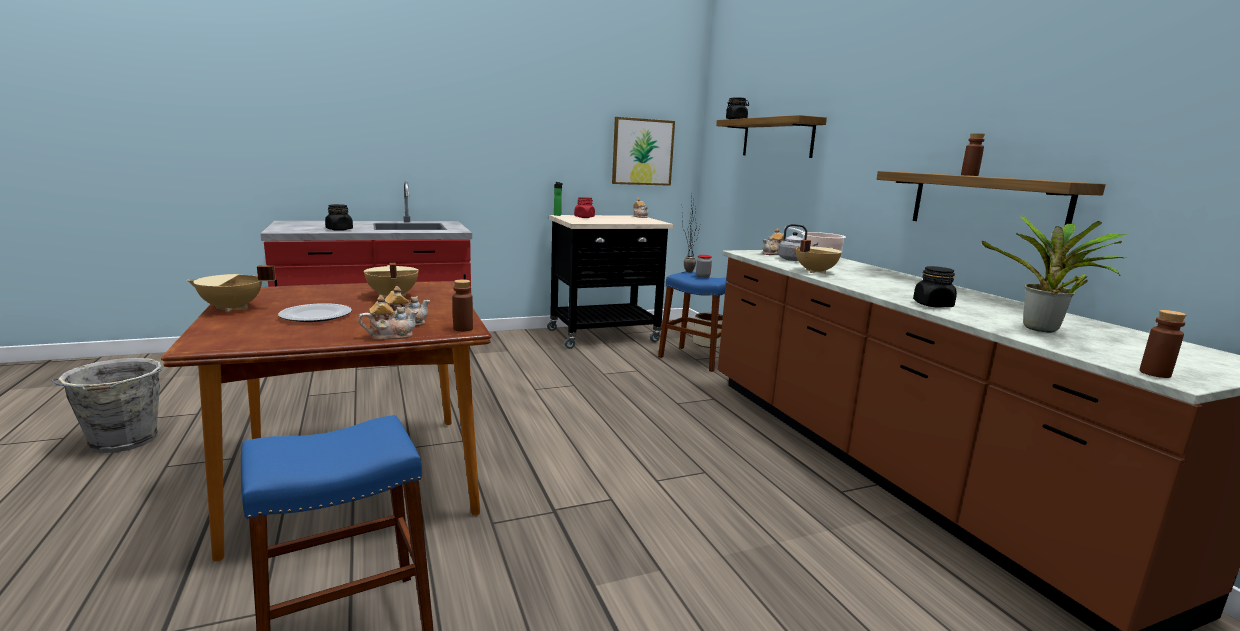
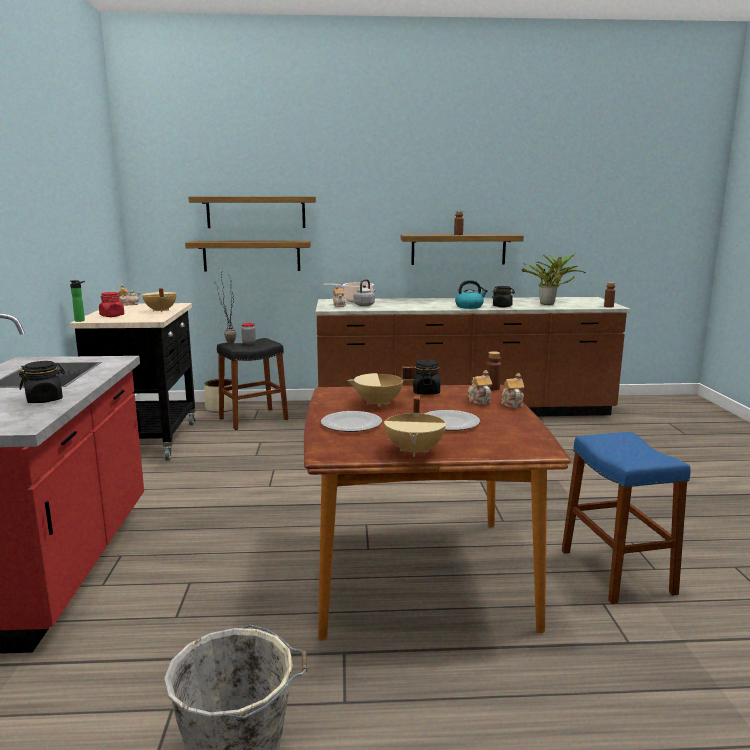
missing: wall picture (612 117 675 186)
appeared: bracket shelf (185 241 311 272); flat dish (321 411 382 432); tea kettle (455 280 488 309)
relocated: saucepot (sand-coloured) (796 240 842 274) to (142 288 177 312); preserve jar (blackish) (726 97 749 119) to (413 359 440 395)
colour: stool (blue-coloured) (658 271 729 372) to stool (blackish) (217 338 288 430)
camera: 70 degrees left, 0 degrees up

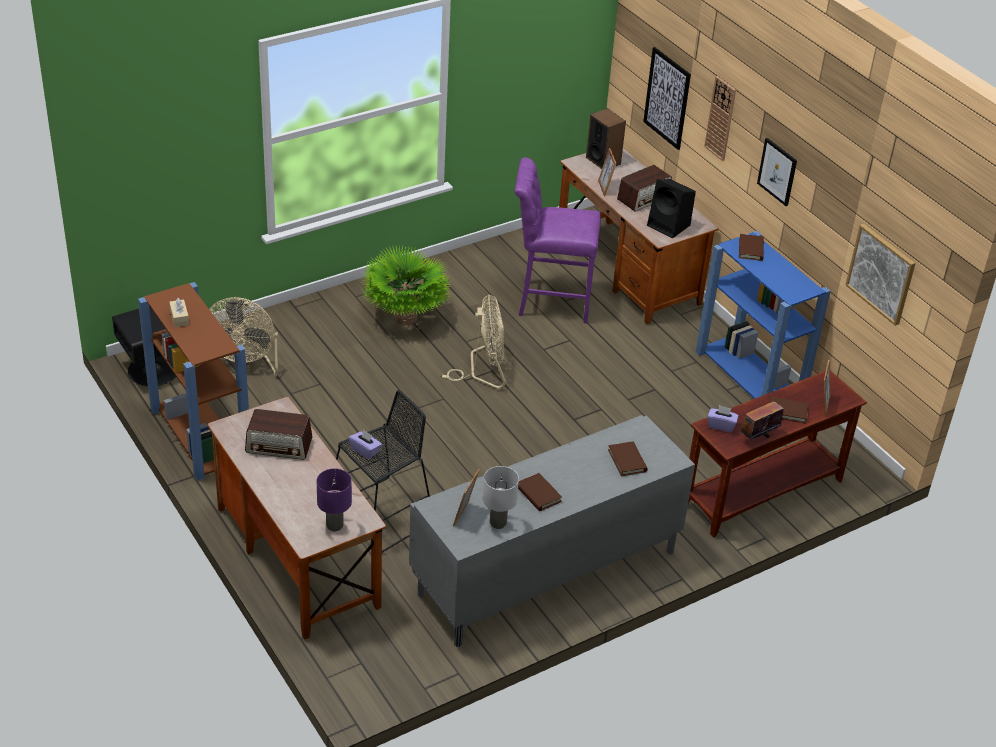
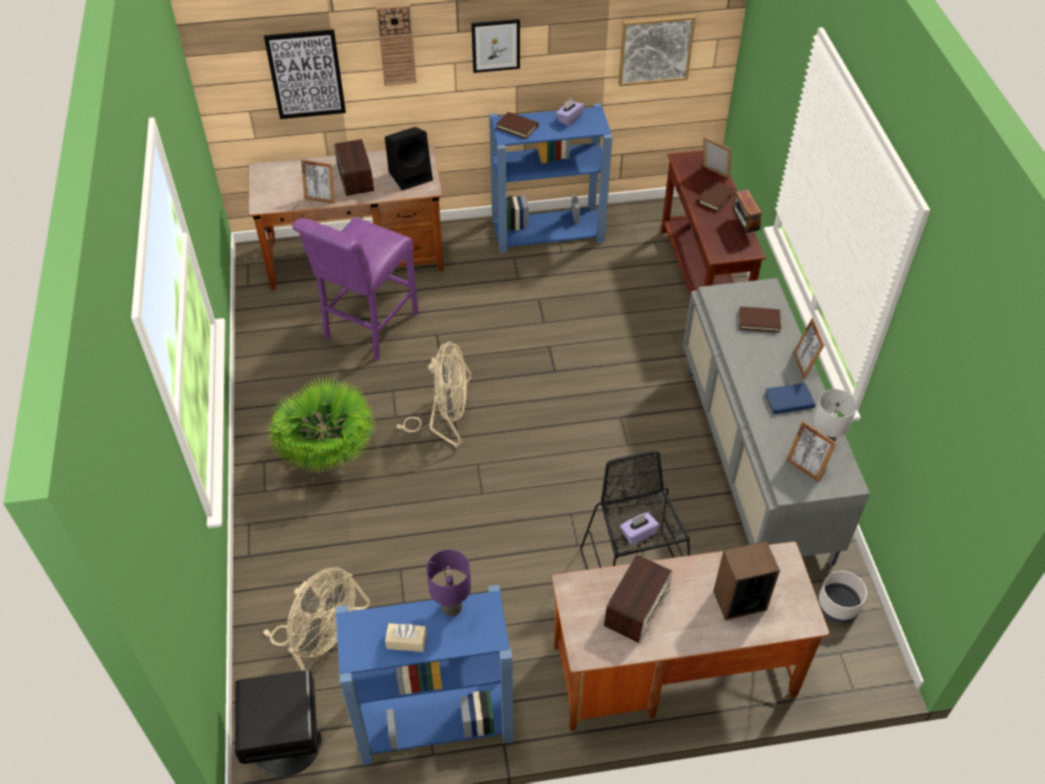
appeared: picture frame (793 318 825 380); planter (gray) (818 571 867 623)
relocated: table lamp (purplish) (317 468 352 532) to (426 550 471 616); tissue holder (purplish) (707 405 739 432) to (556 98 584 126); speaker (586 108 626 169) to (713 541 780 620)
colour: bookcase (brown-coloured) (138 282 249 481) to bookcase (blue-coloured) (336 584 514 765); bound book (brown-coloured) (518 473 562 511) to bound book (blue-coloured) (765 383 815 414)
spun: electric fan (sand-coloured) (440 295 505 391) = (396 342 472 448) 75 degrees clockwise
camera: 65 degrees left, 10 degrees up

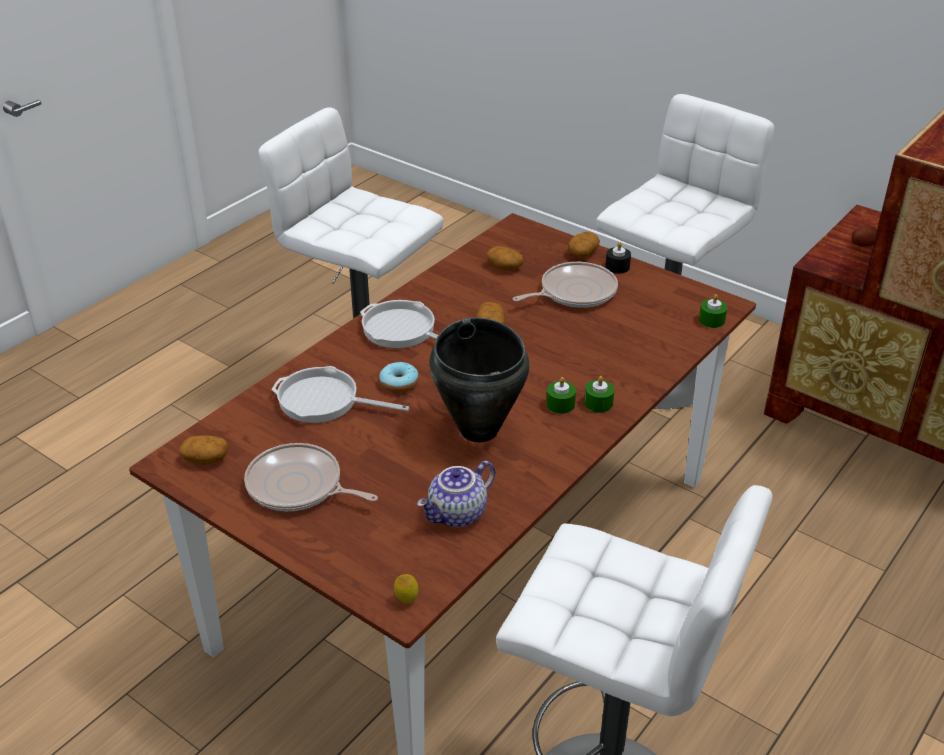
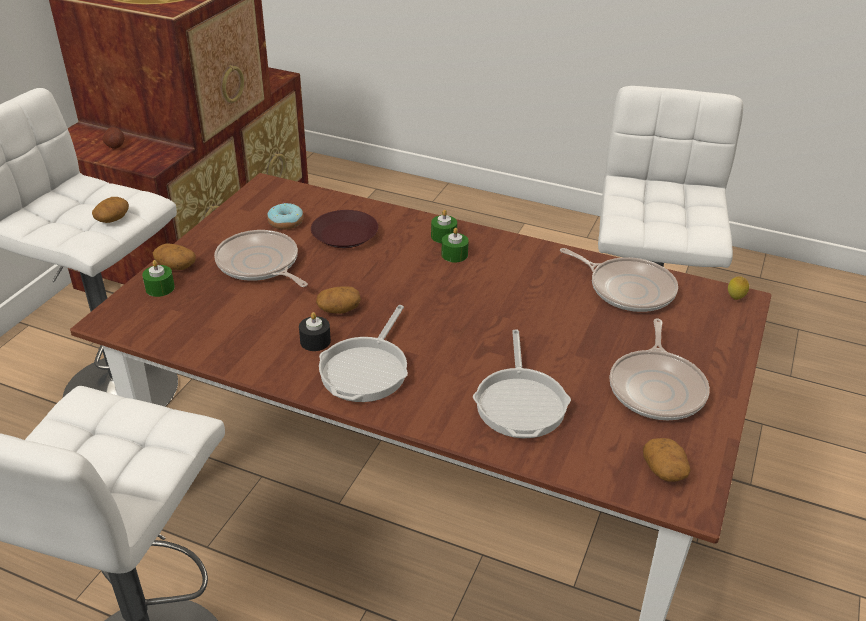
missing: saucepot (blackish) (429 317 530 442)
appeared: flat dish (brown-coloured) (311 210 378 248)
relocated: potato (487 246 524 270) to (92 197 129 223); wax light (green) (699 294 727 328) to (142 260 175 297); doughnut (379 362 419 393) to (267 203 303 230); wax light (blackish) (605 242 631 274) to (299 312 331 351)
exchanged: tea pot (417 461 495 527) to pan (560 248 678 312)
camera: 105 degrees left, 0 degrees up

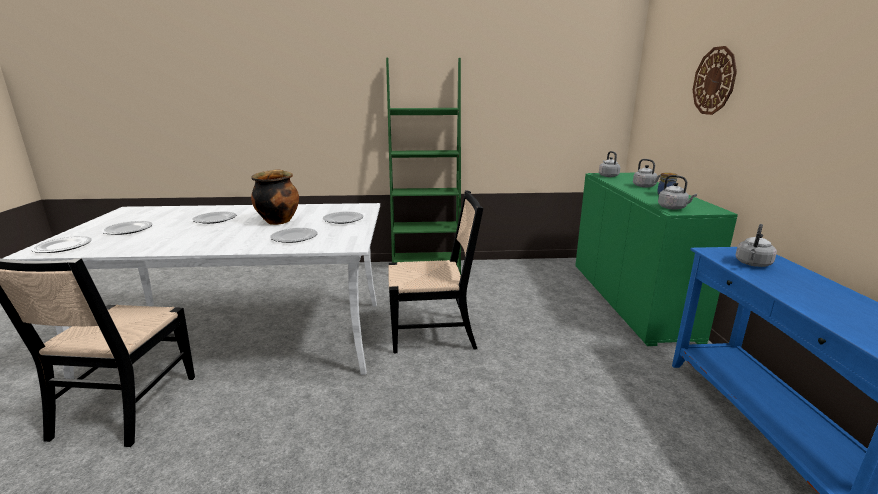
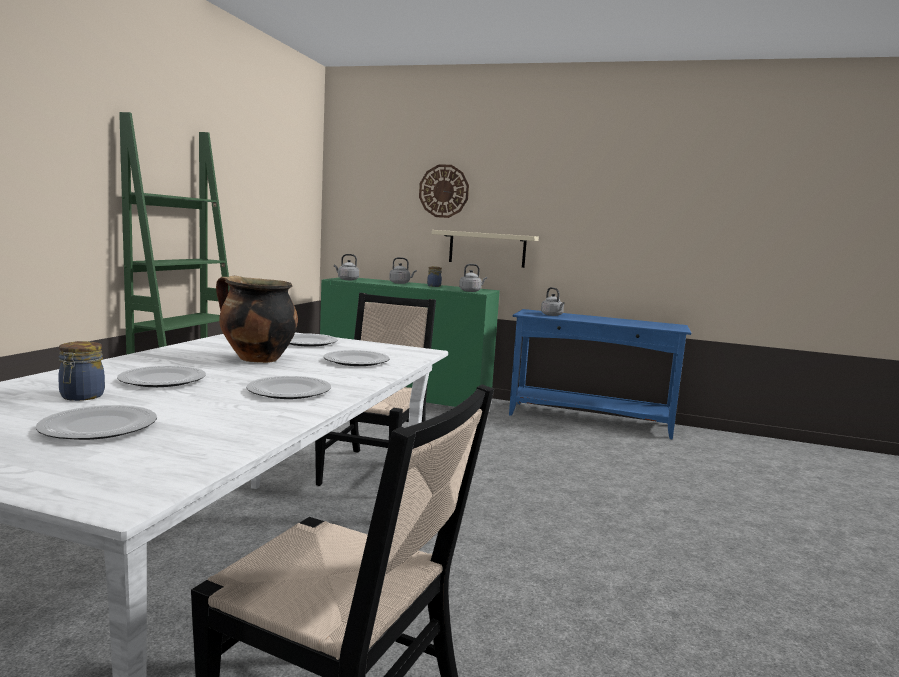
appeared: preserve jar (58 341 105 401); bracket shelf (sand-coloured) (432 230 539 268)
relocated: flat dish (31 236 92 253) to (246 376 331 399)
camera: 70 degrees left, 10 degrees down

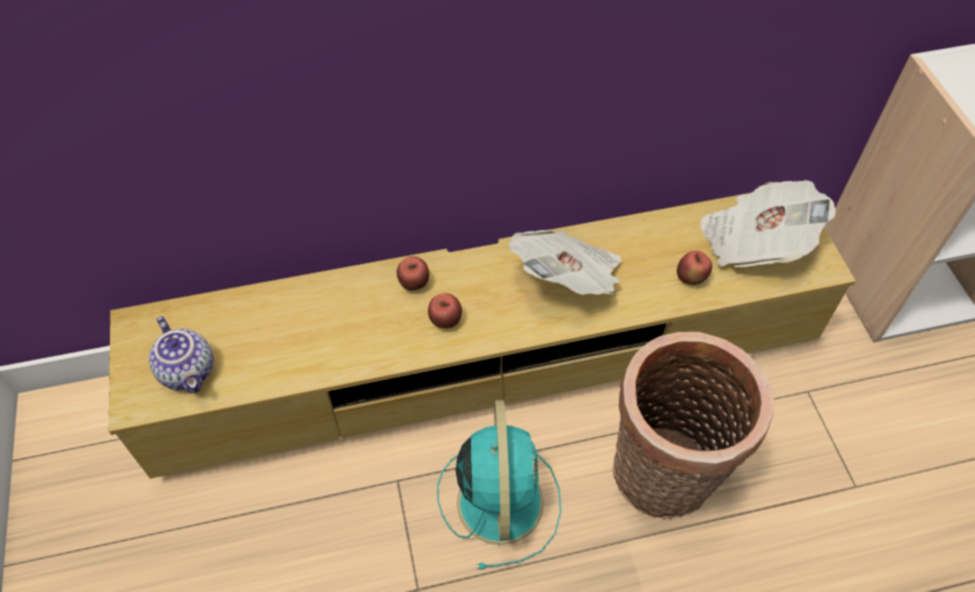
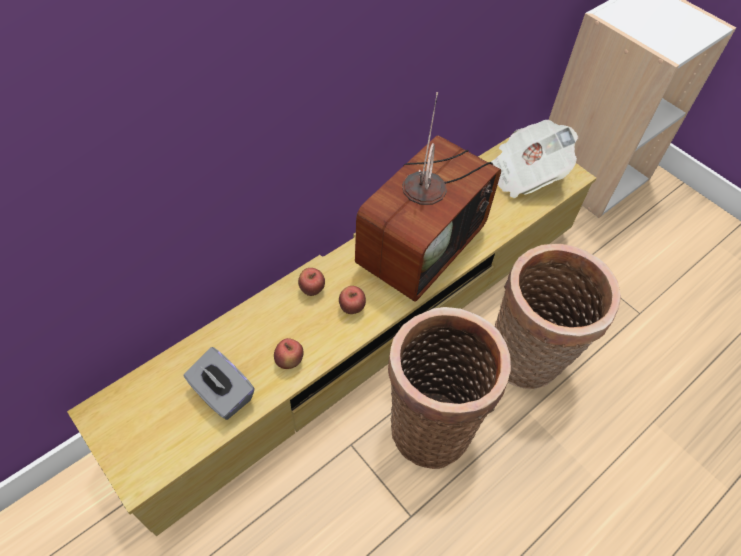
missing: tea pot (149 316 213 393)
appeared: tissue holder (gray) (184 347 255 420)
relocated: apple (677 251 712 285) to (274 338 304 369)
exchanged: daily paper (509 230 622 295) to television (355 92 501 301); electric fan (turquoise) (437 400 561 569) to household basket (388 307 511 469)
camera: 30 degrees left, 0 degrees up

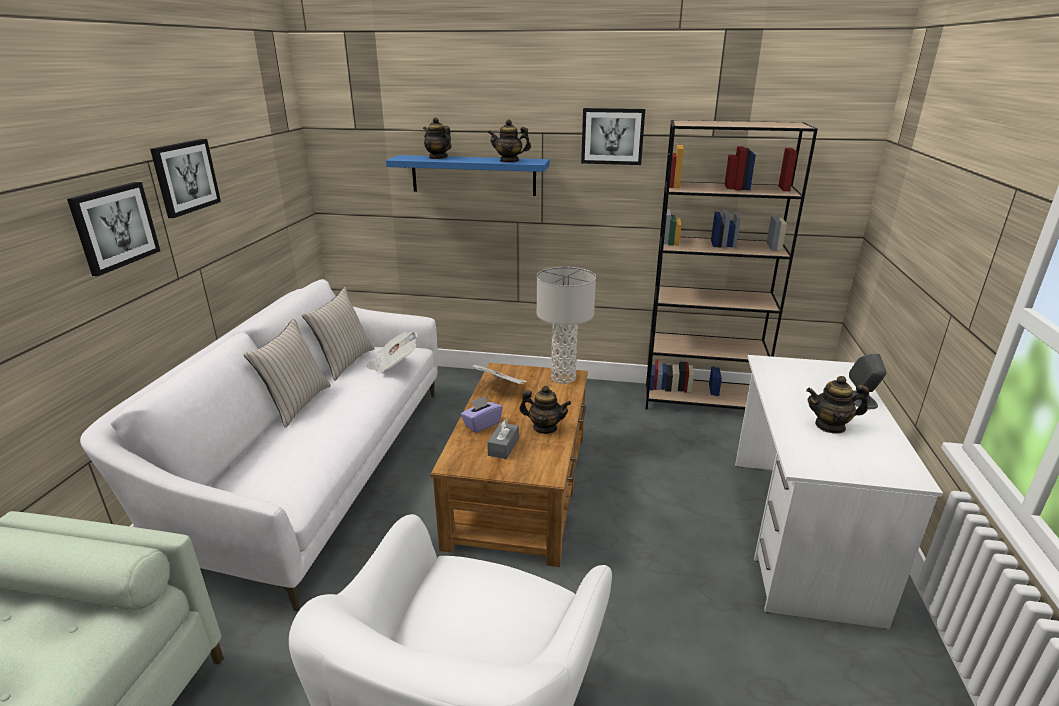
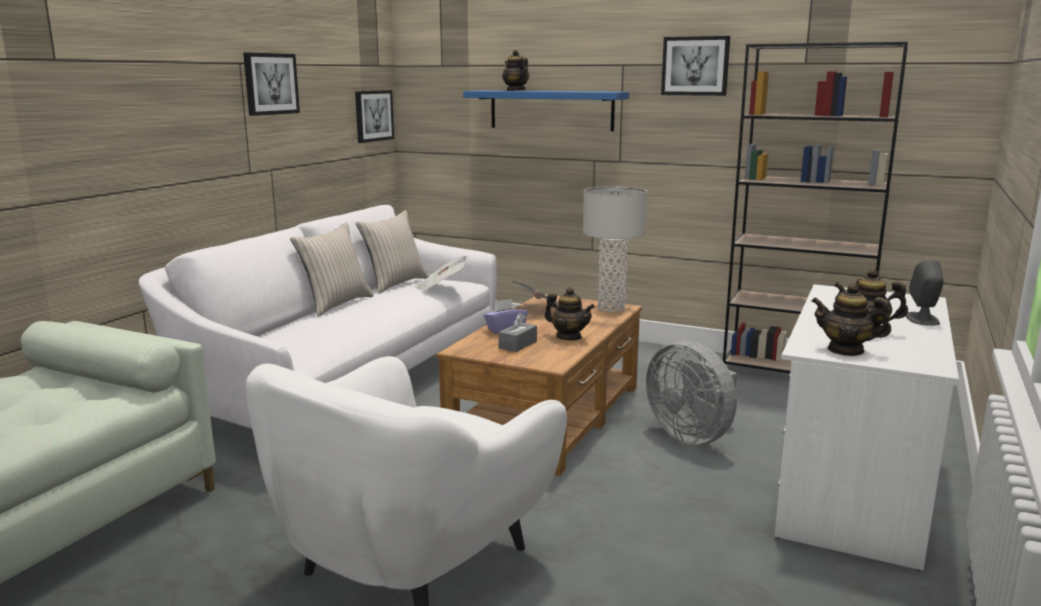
appeared: electric fan (gray) (646 341 737 445)
relocated: wall picture (67 182 160 276) to (355 90 394 143); tea pot (488 119 531 163) to (811 283 891 356)
camera: 15 degrees right, 10 degrees down

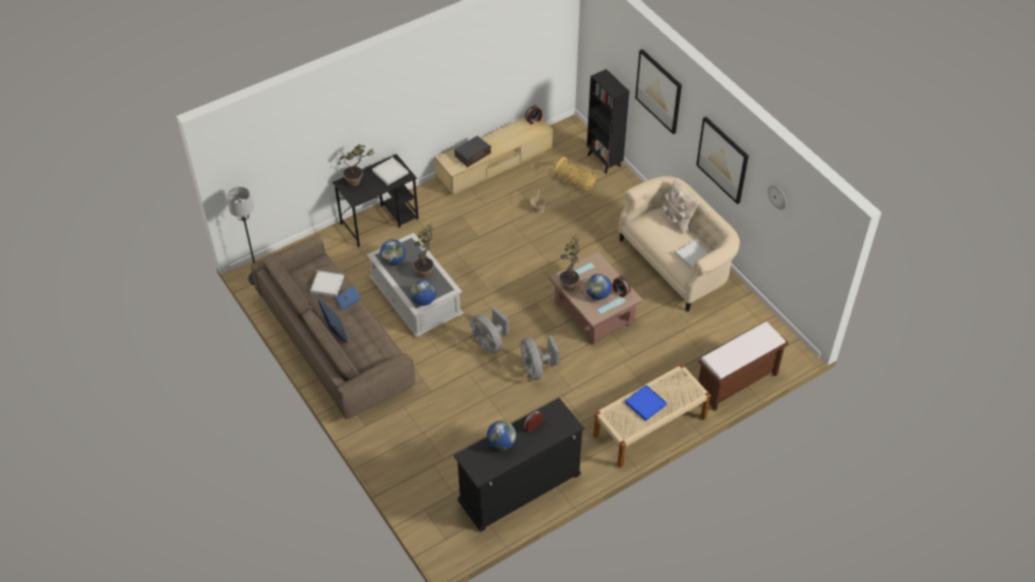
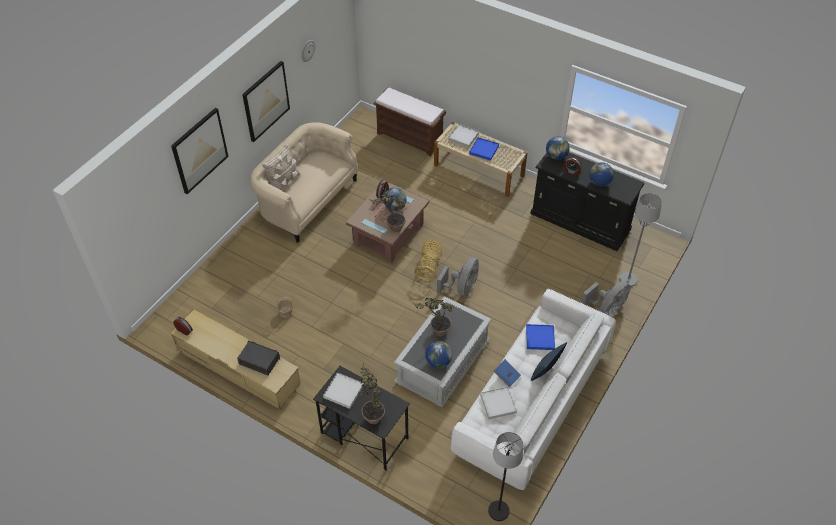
missing: bookcase (blackish) (587 69 629 174)
appeared: serving tray (blue-coloured) (526 324 555 350); standard lamp (gray) (620 193 662 287)
relocated: household basket (554 157 596 191) to (415 240 442 281); serving tray (white) (675 240 710 270) to (448 124 479 148); globe (410 280 436 306) to (546 136 570 160); electric fan (gray) (521 335 559 380) to (581 281 631 316)
colour: settee (brown-coloured) (251 235 415 419) to settee (white) (451 289 616 490)
camera: 115 degrees left, 0 degrees up

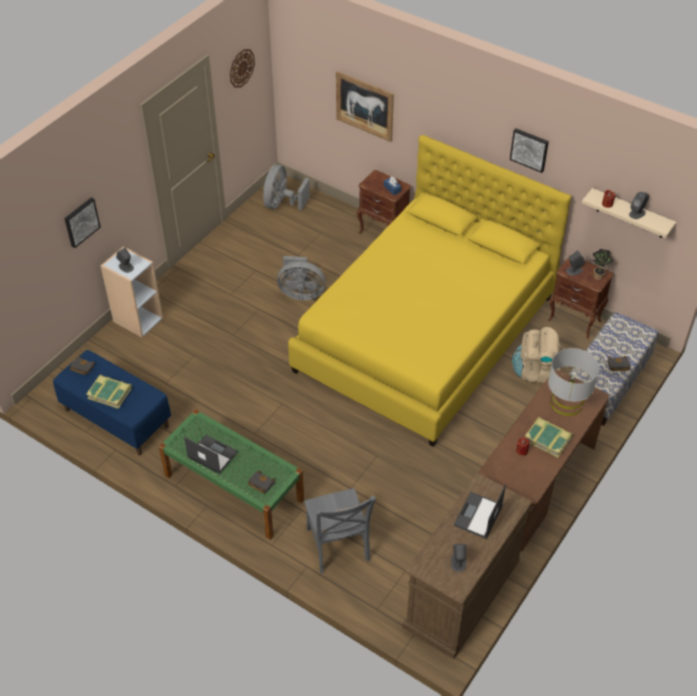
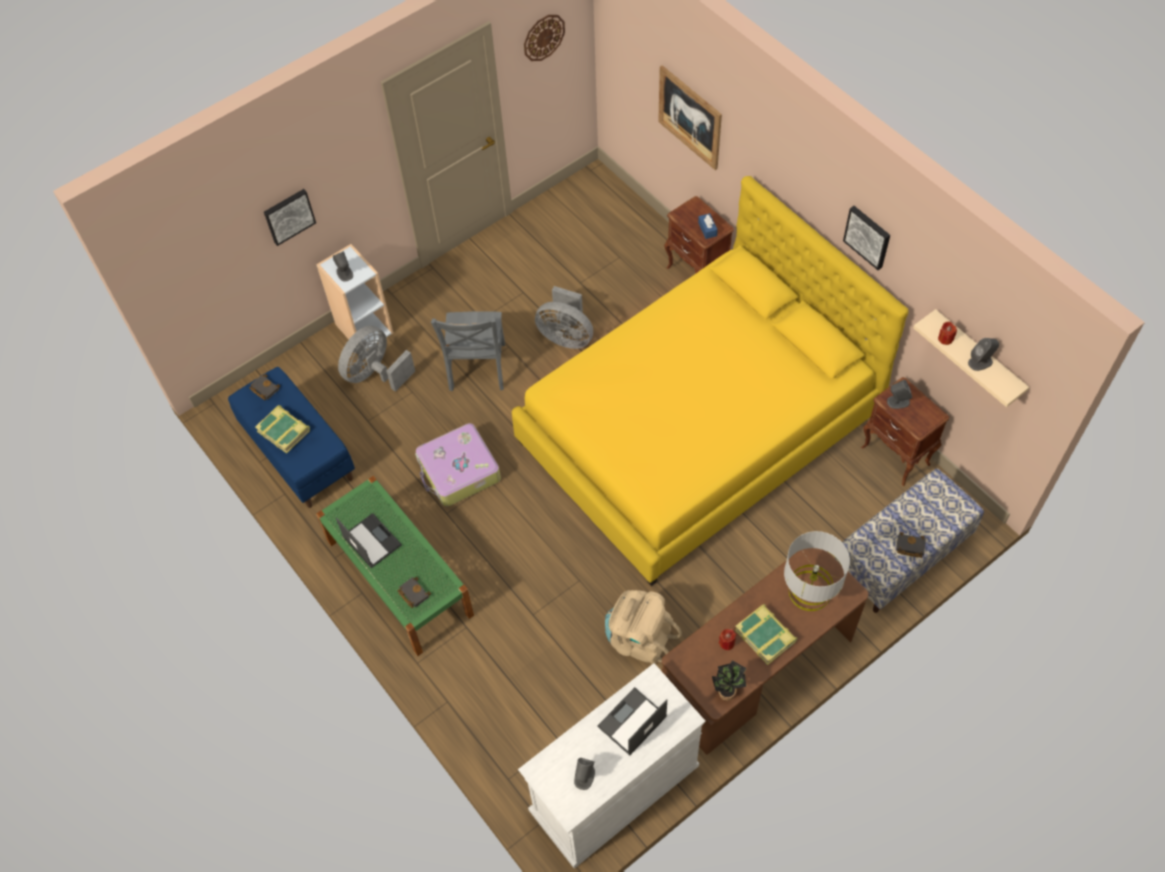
appeared: suitcase (415 423 501 507)
relocated: electric fan (gray) (263 165 310 210) to (338 325 415 392); upright chair (gray) (304 489 376 573) to (431 311 505 391); knapsack (sand-coloured) (512 327 569 383) to (605 590 682 664); potted plant (592 249 614 280) to (712 660 746 701)
colour: dresser (brown-coloured) (402 473 532 659) to dresser (white) (518 663 706 869)
camera: 20 degrees right, 10 degrees up

